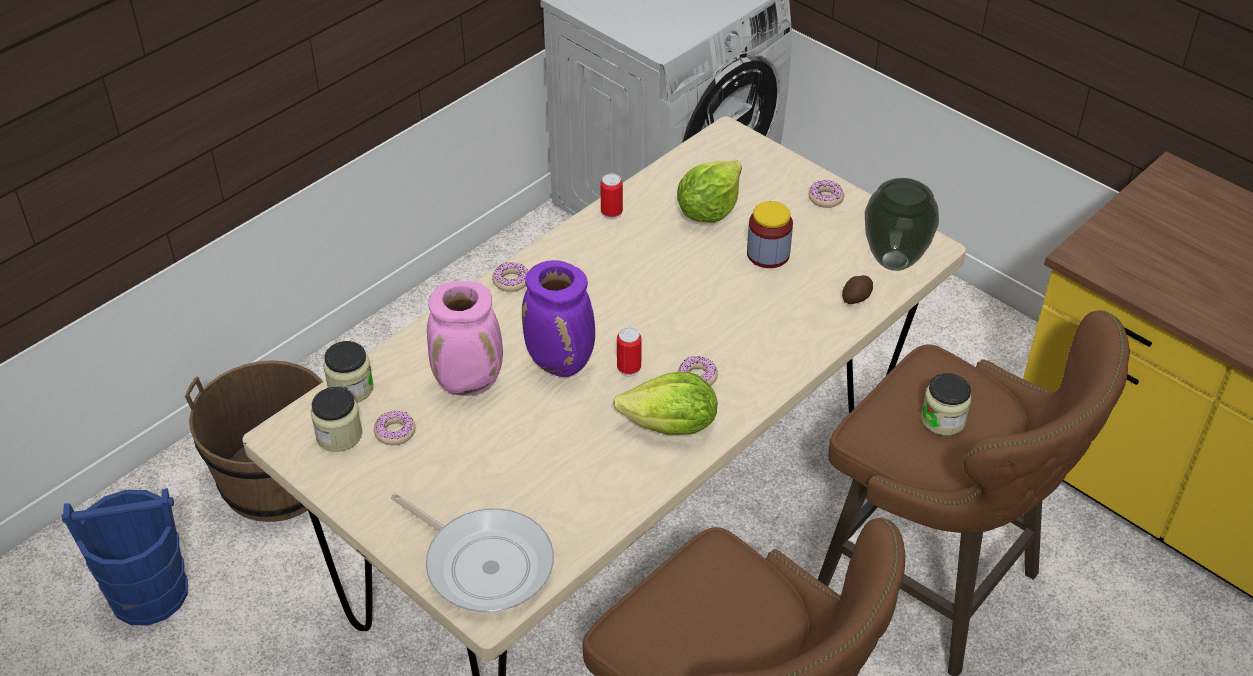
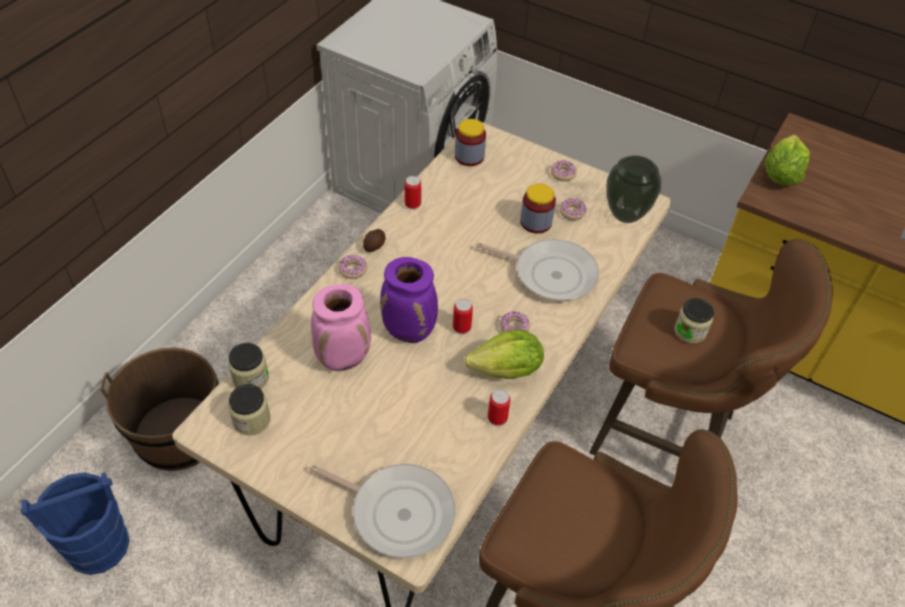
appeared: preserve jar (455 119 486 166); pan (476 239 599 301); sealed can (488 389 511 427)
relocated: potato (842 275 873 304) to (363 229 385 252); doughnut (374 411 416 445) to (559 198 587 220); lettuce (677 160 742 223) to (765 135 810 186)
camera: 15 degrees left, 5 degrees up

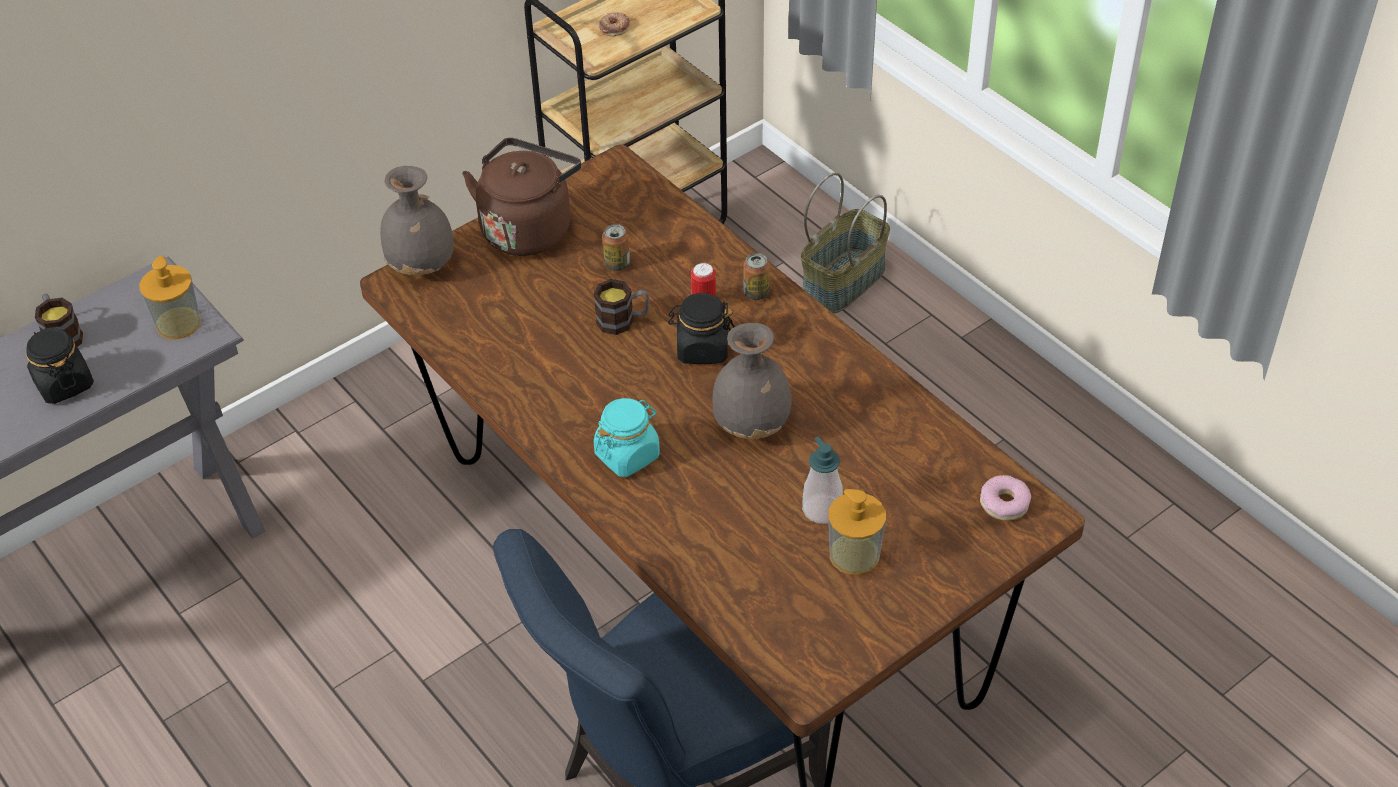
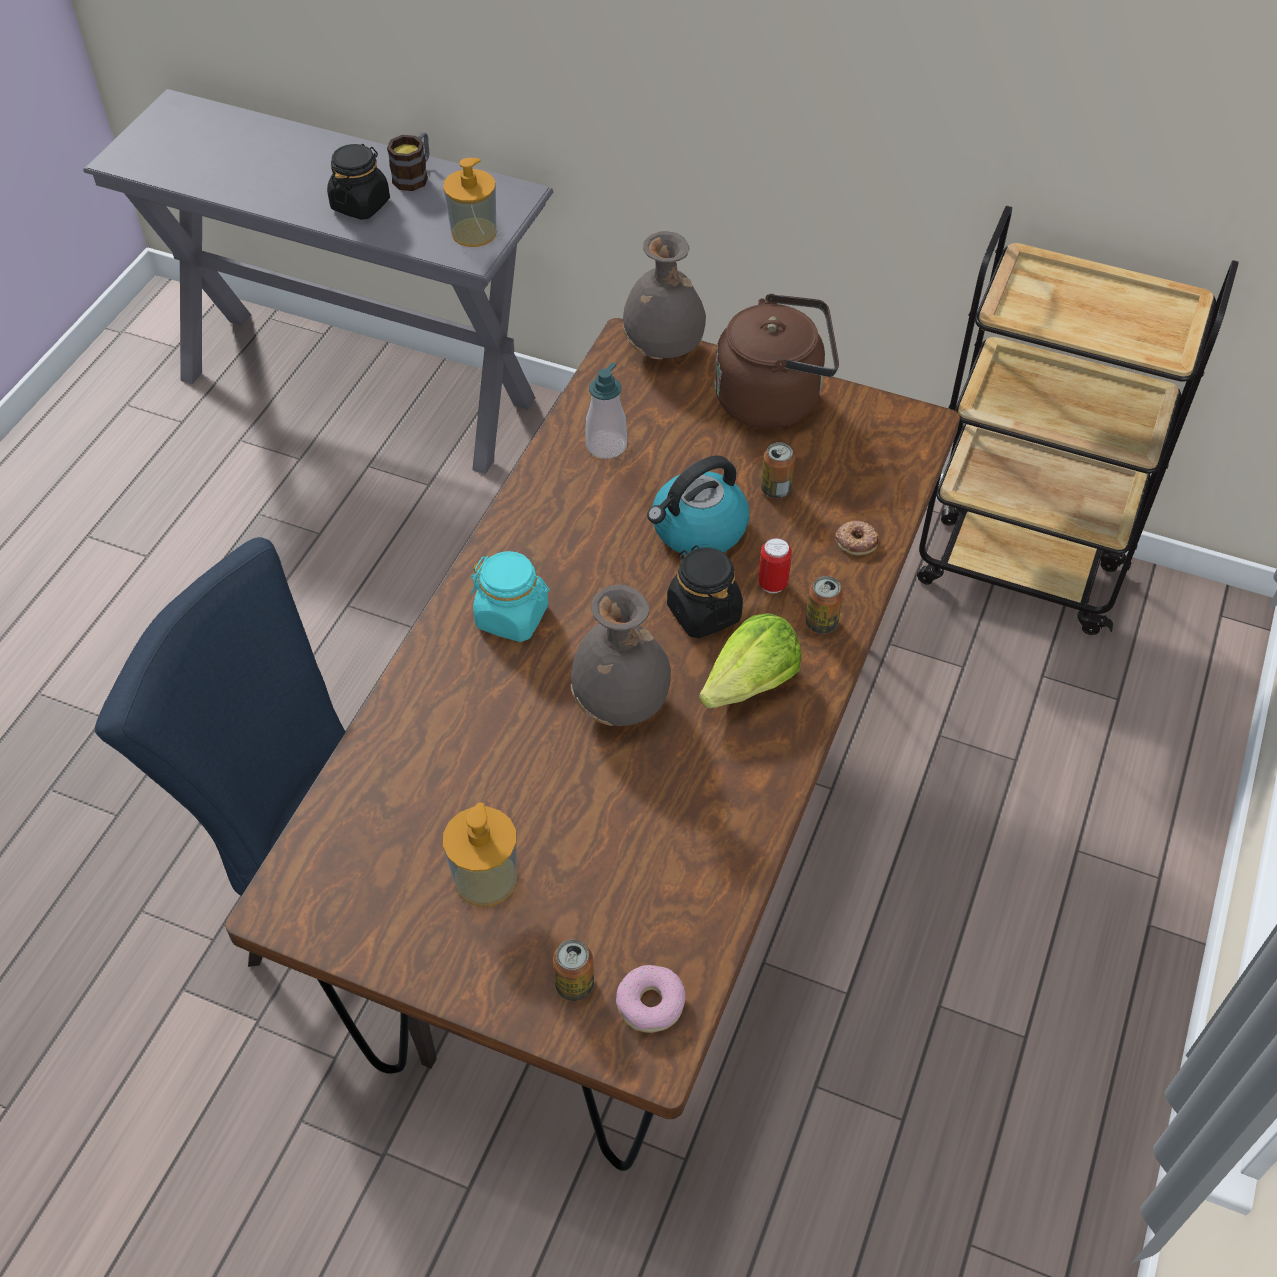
missing: household basket (801 172 890 314)
appeared: sealed can (553 940 594 1001); lettuce (699 613 802 708)
relocated: soap bottle (802 436 843 524) to (586 362 627 459); doughnut (599 12 630 36) to (835 520 879 555)
exchanged: mug (594 279 649 335) to tea kettle (647 455 749 555)
camera: 60 degrees right, 5 degrees up

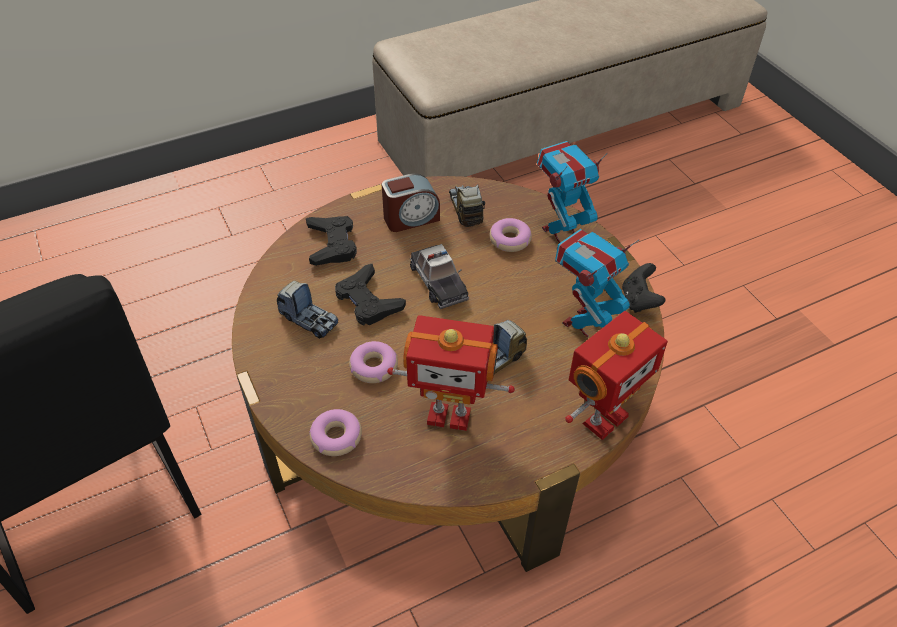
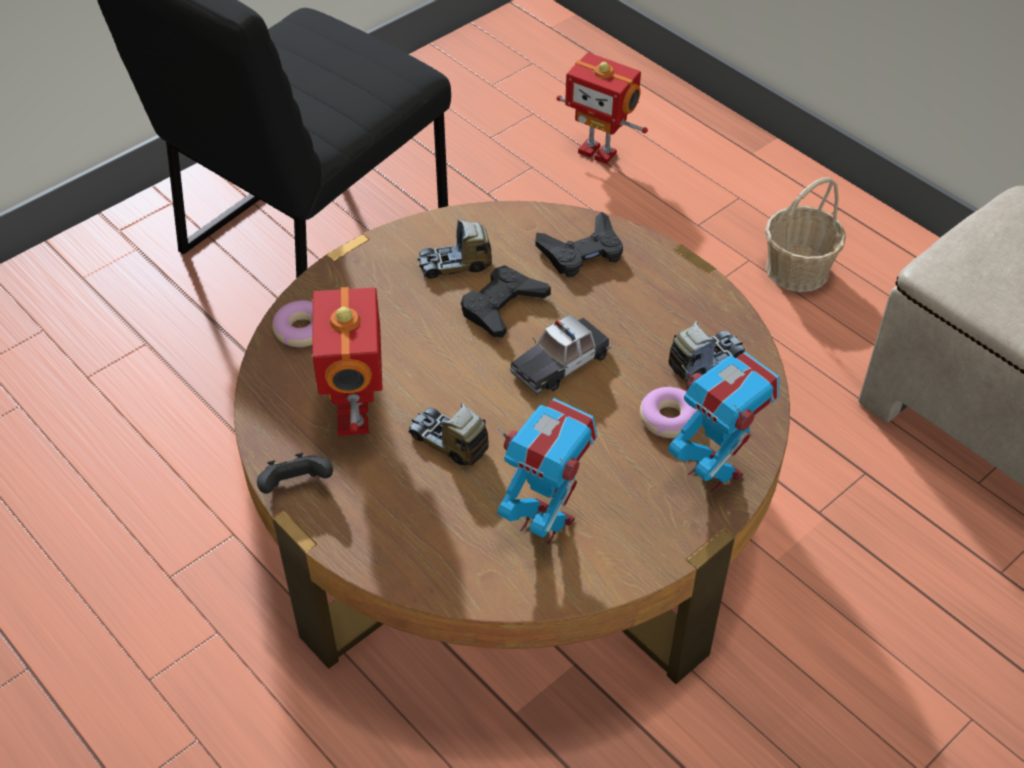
missing: doughnut (349 341 398 383); alarm clock (382 174 440 232)
appeared: household basket (765 177 846 292)
relocated: game controller (blackish) (622 263 665 313) to (257 453 333 494); toy robot (565 311 668 440) to (557 52 648 164)
spun: model truck (277 281 338 339) = (418 220 492 279) 60 degrees clockwise
camera: 75 degrees right, 0 degrees up

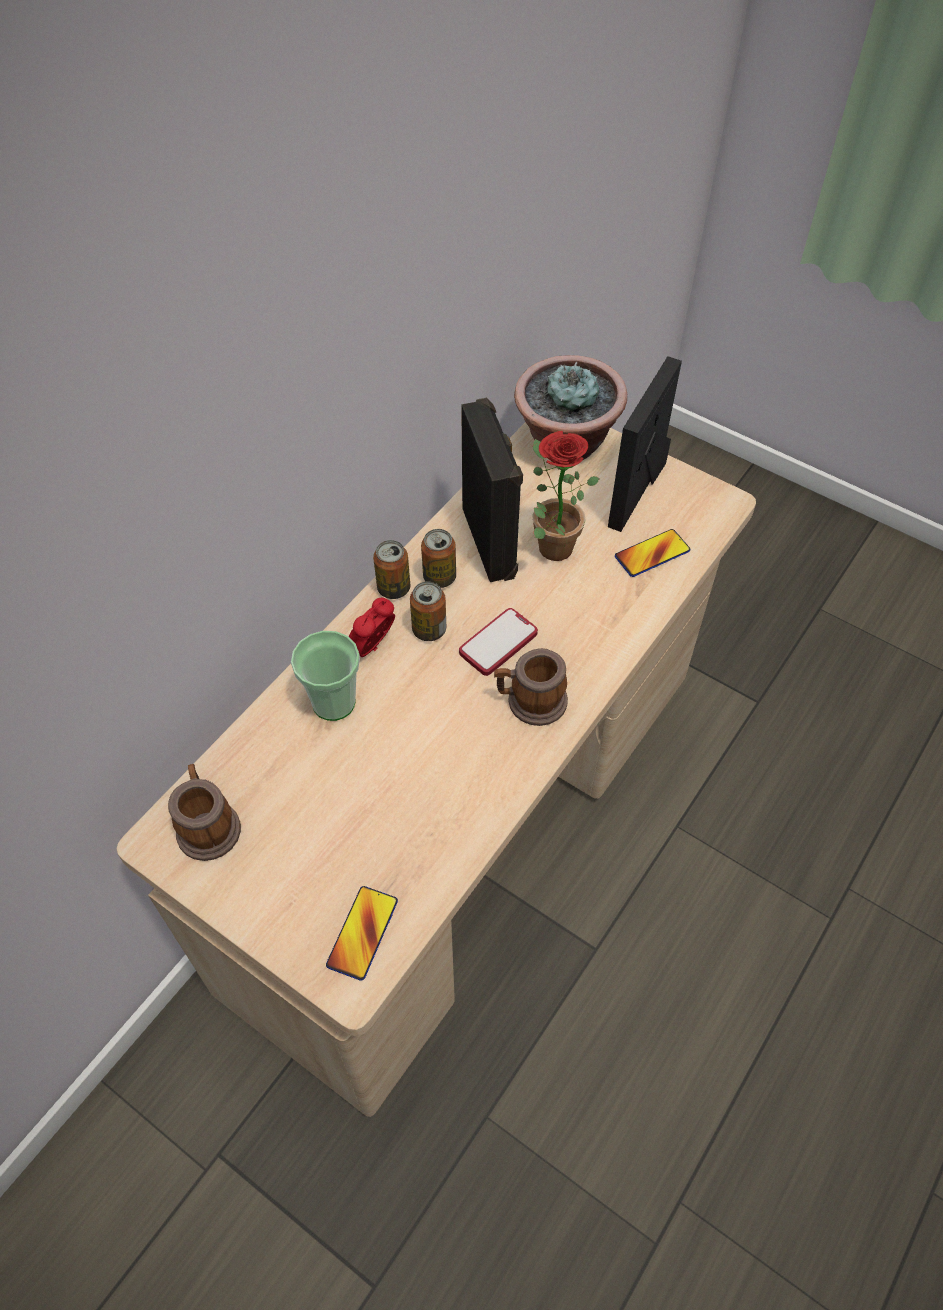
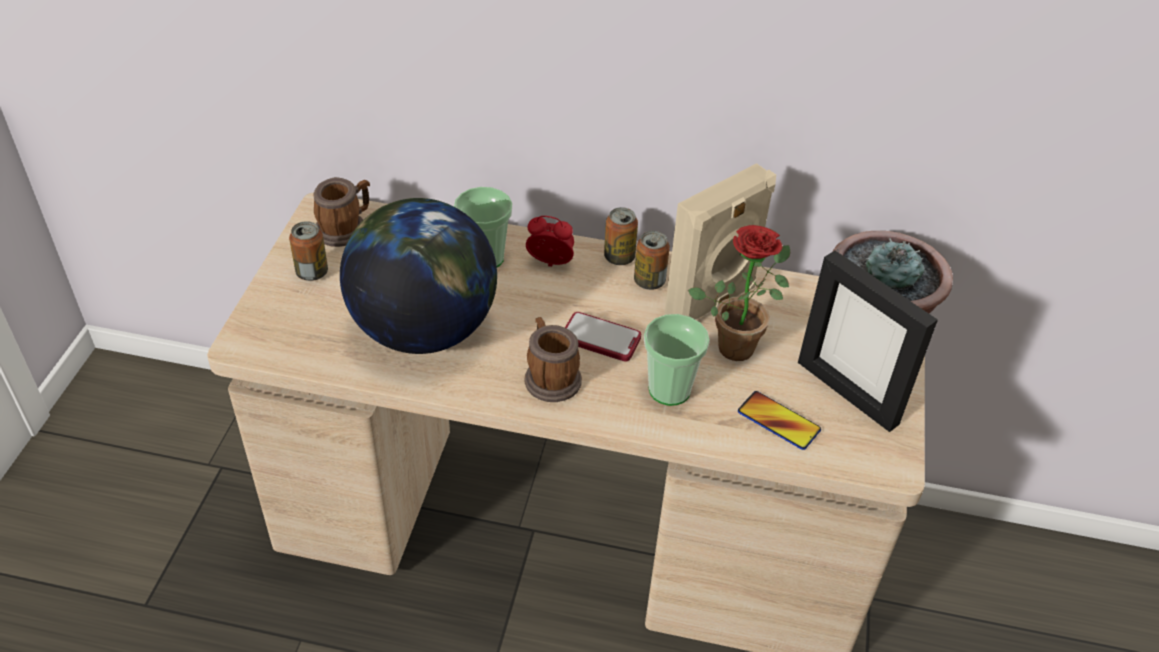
missing: handset (326 886 398 981)
appeared: globe (340 198 497 354); drinking cup (644 314 710 406)
relocated: sealed can (410 581 446 641) to (289 221 328 281)
colour: speaker (blackish) (461 398 523 582) to speaker (sand-coloured) (664 163 776 320)
spun: picture frame (608 356 682 532) = (798 250 938 432) 135 degrees counterclockwise
camera: 65 degrees right, 10 degrees down

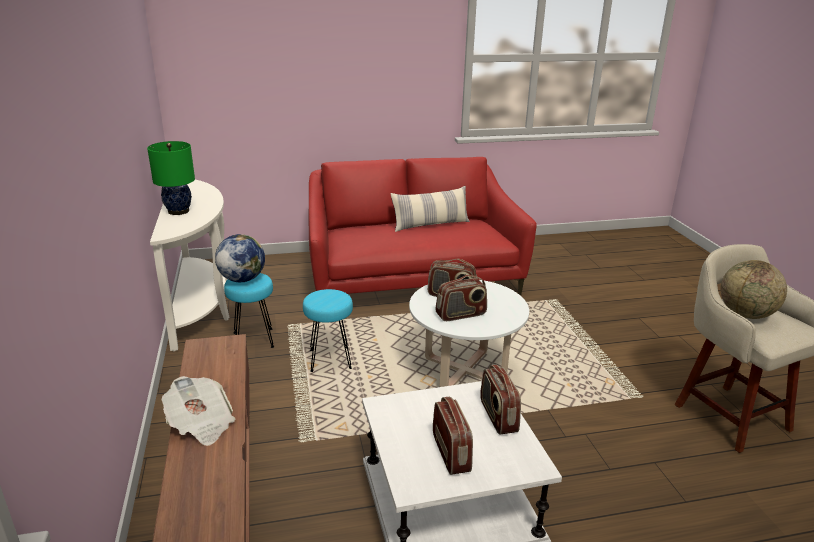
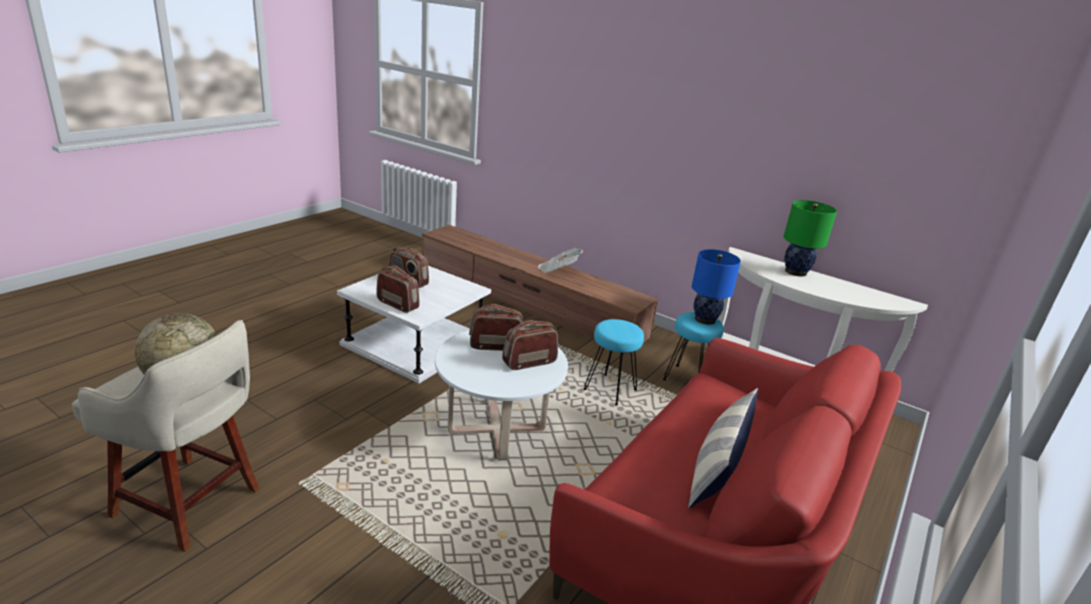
exchanged: globe (215 234 265 282) to table lamp (blue-coloured) (692 249 741 325)
spun: radio (436 275 487 321) = (469 304 523 351) 60 degrees clockwise
camera: 135 degrees right, 0 degrees up

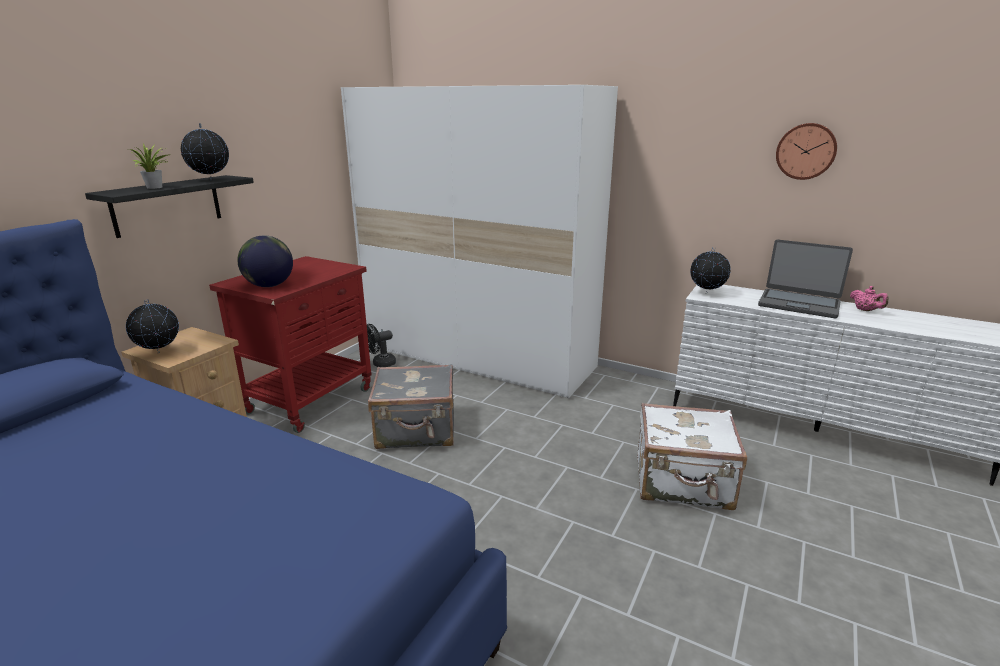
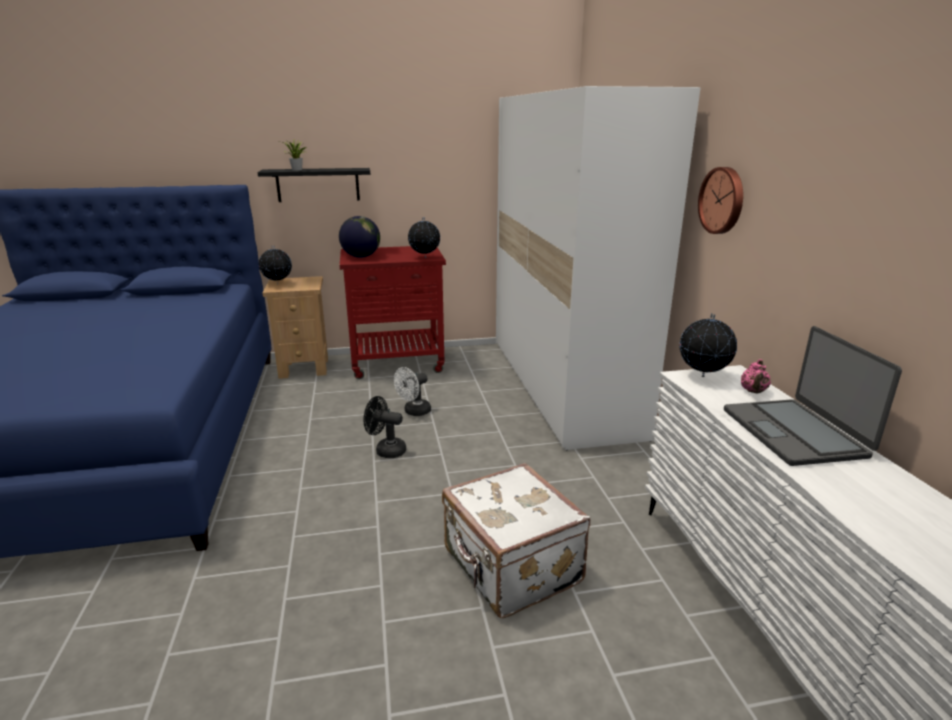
relocated: electric fan (blackish) (367 324 396 367) to (363 396 406 458); globe (181 123 229 180) to (408 217 440 257); clock on the wall (776 123 837 180) to (698 167 743 234); tea pot (pink) (850 286 889 311) to (741 359 771 393)
exchanged: suitcase (gray) (368 364 454 449) to electric fan (white) (394 367 431 416)
camera: 50 degrees right, 0 degrees up

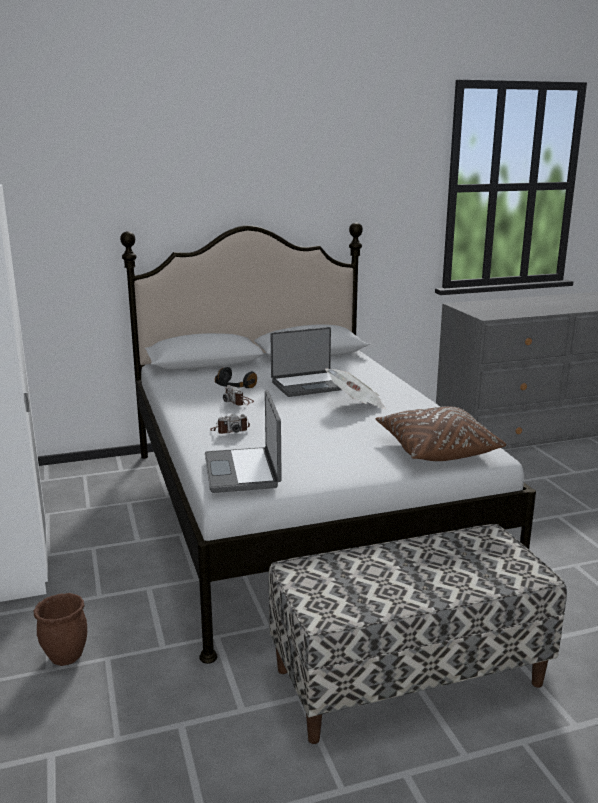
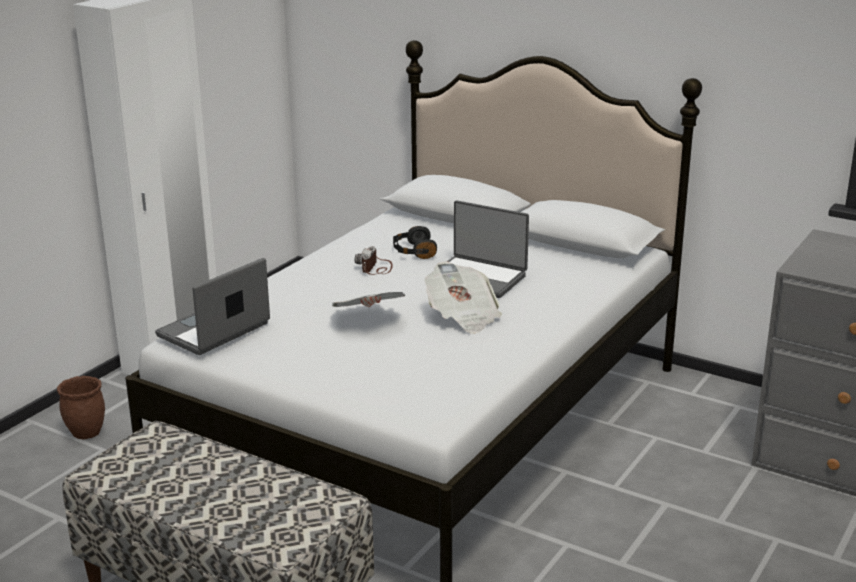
missing: still camera (210 414 250 434); pillow (brown-coloured) (376 406 506 461)
appeared: daily paper (332 292 406 307)
camera: 50 degrees right, 5 degrees up

